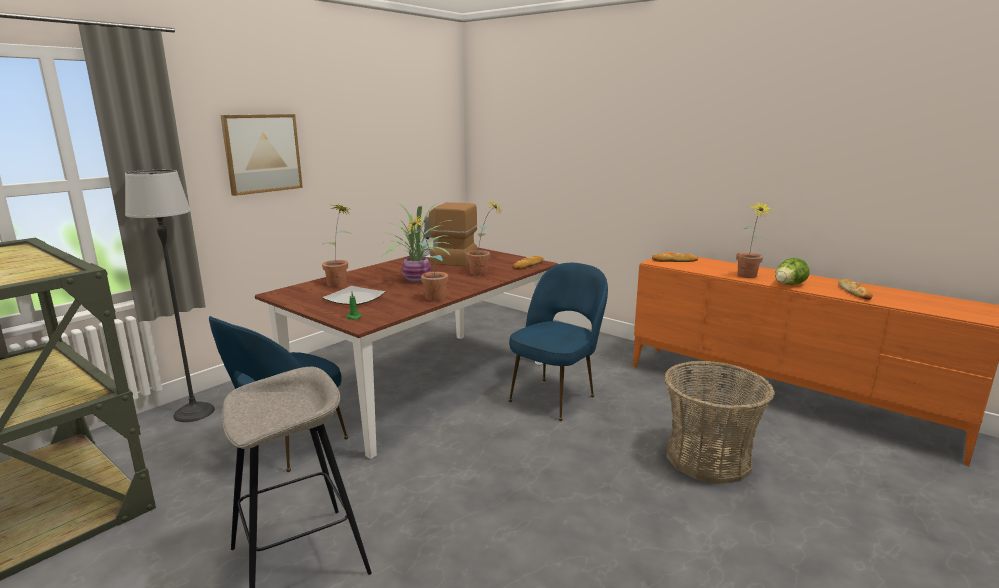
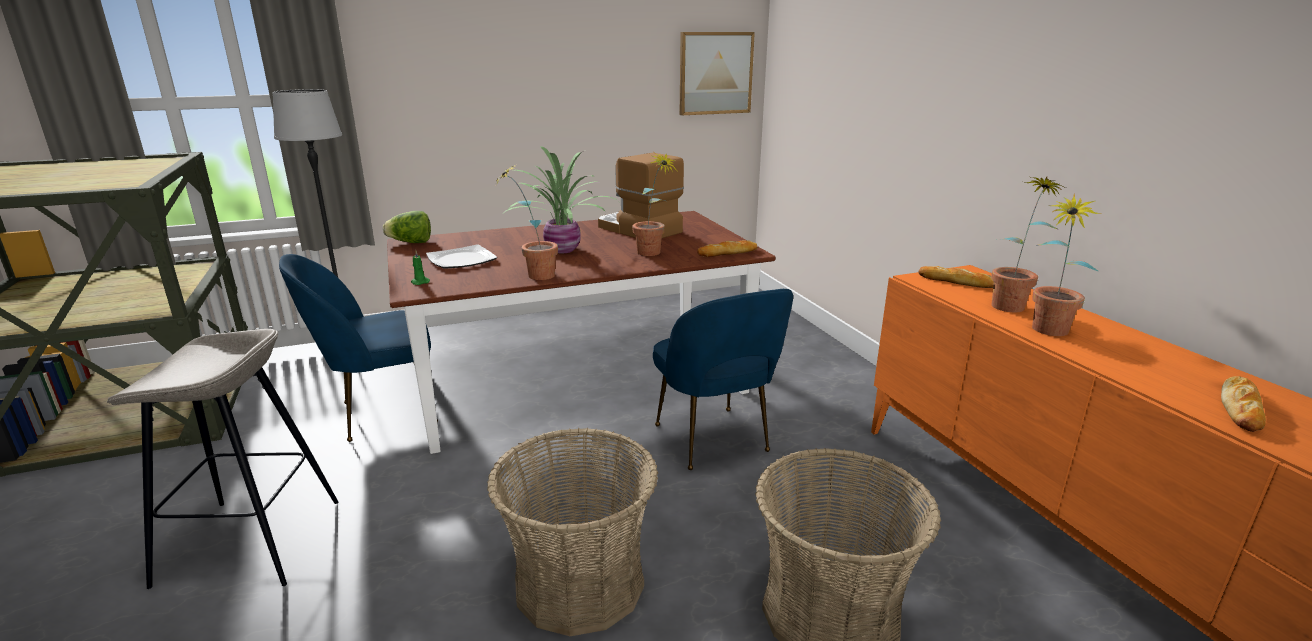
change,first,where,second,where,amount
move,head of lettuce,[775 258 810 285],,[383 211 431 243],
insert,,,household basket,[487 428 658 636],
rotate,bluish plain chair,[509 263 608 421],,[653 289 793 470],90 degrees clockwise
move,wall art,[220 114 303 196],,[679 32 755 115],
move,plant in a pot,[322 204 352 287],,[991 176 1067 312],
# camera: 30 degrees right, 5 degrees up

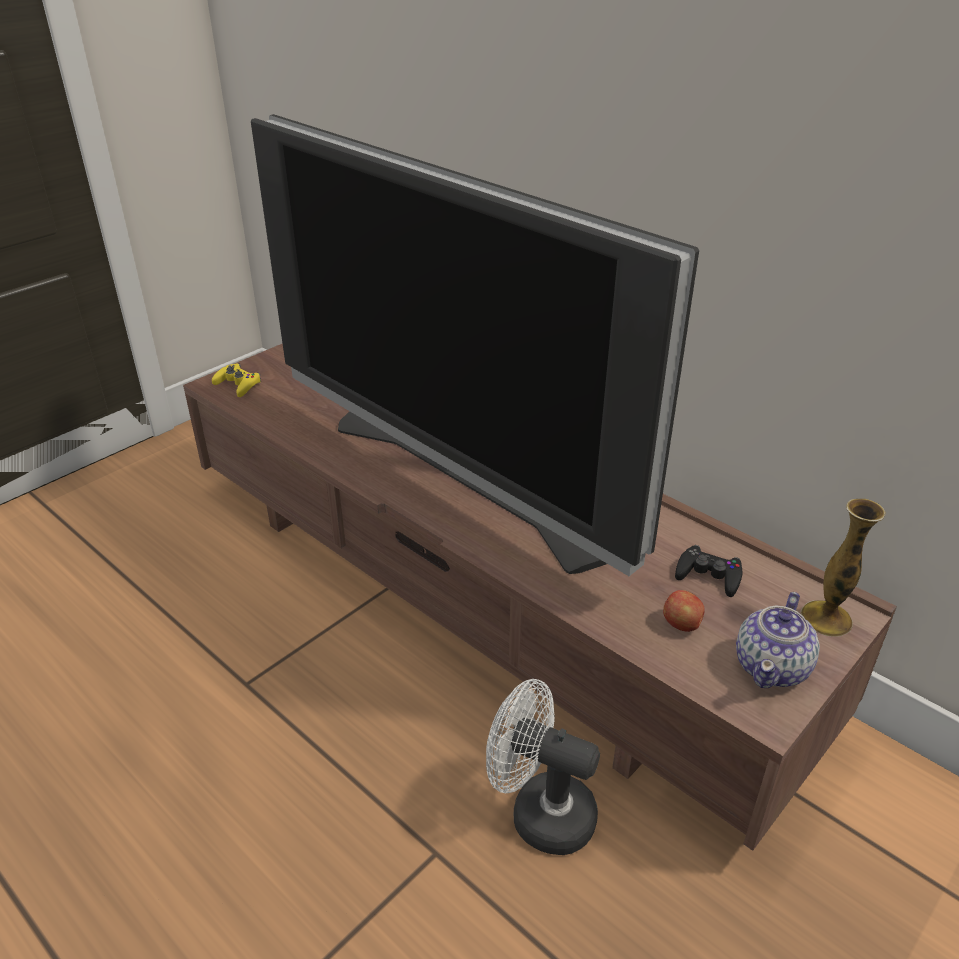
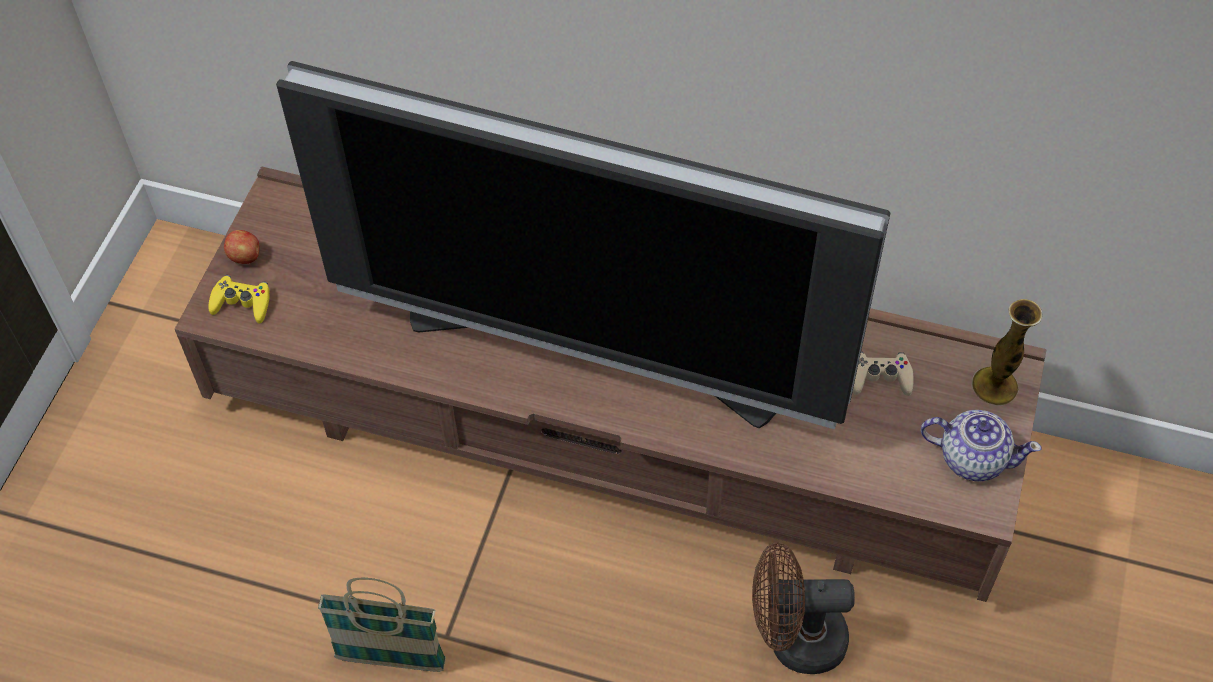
change,first,where,second,where,amount
move,apple fruit,[663 590 705 632],,[224 230 259 264],
insert,,,household basket,[318 578 446 672],
recolor,whitish fan,[486 679 600 855],brownish fan,[752 542 855 674],
recolor,black gamepad,[675 545 743 597],beige gamepad,[853 351 914 396],
rotate,pot for tea,[736 592 820 688],,[921 410 1041 482],75 degrees counterclockwise
# camera: 25 degrees left, 20 degrees up

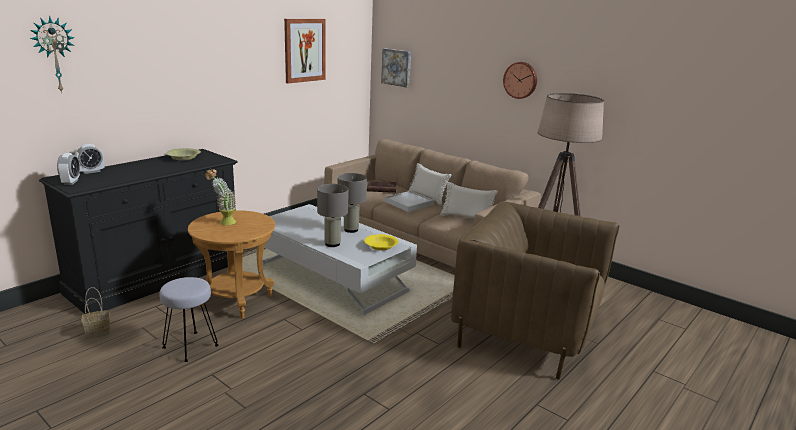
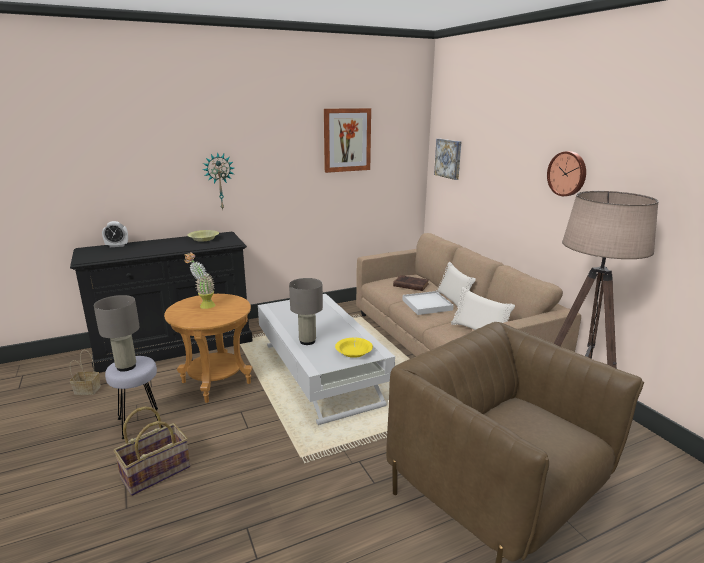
change,first,where,second,where,amount
move,greyish table lamp,[337 173 367 233],,[94 295 140 372],
insert,,,household basket,[113 406 190 496],
move,hanging clock,[30 16 75 93],,[203 152 234 210],
delete,bedside clock,[57 153 80 185],,,
# camera: 25 degrees right, 0 degrees up

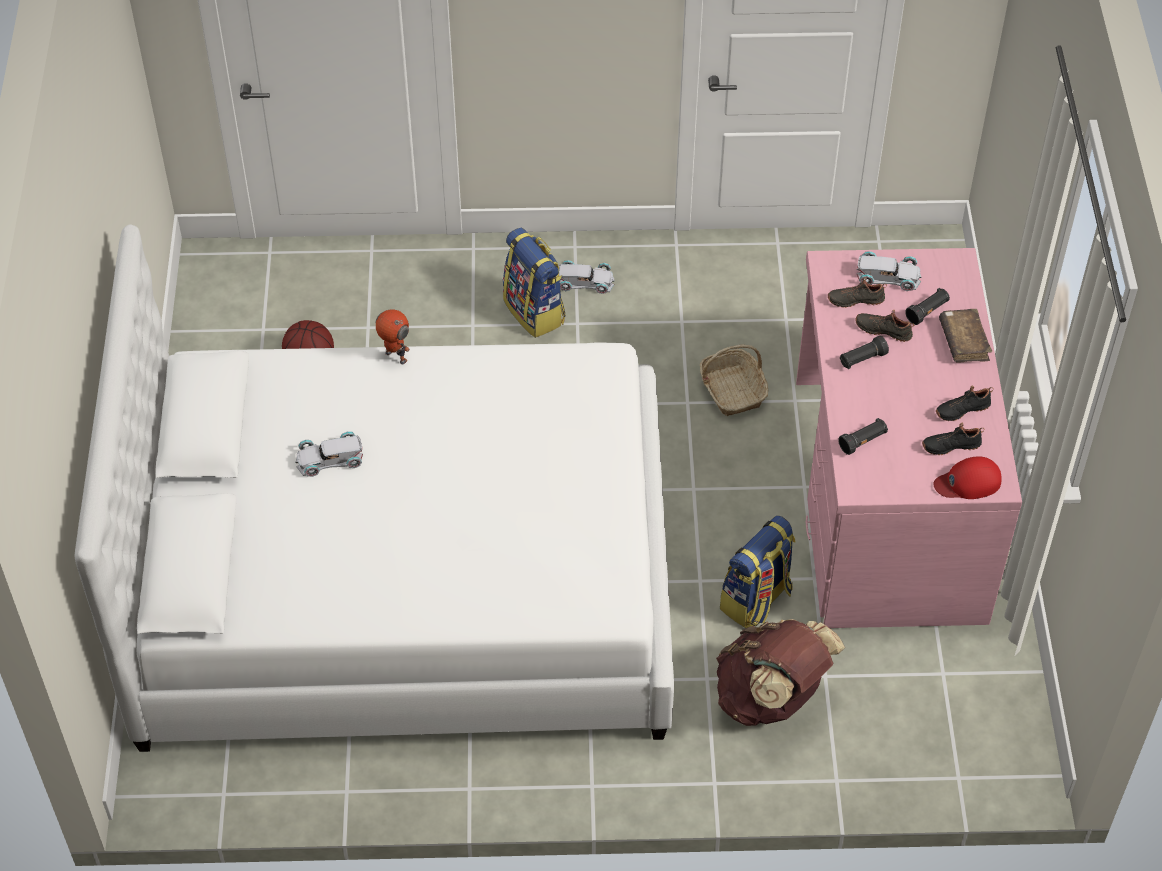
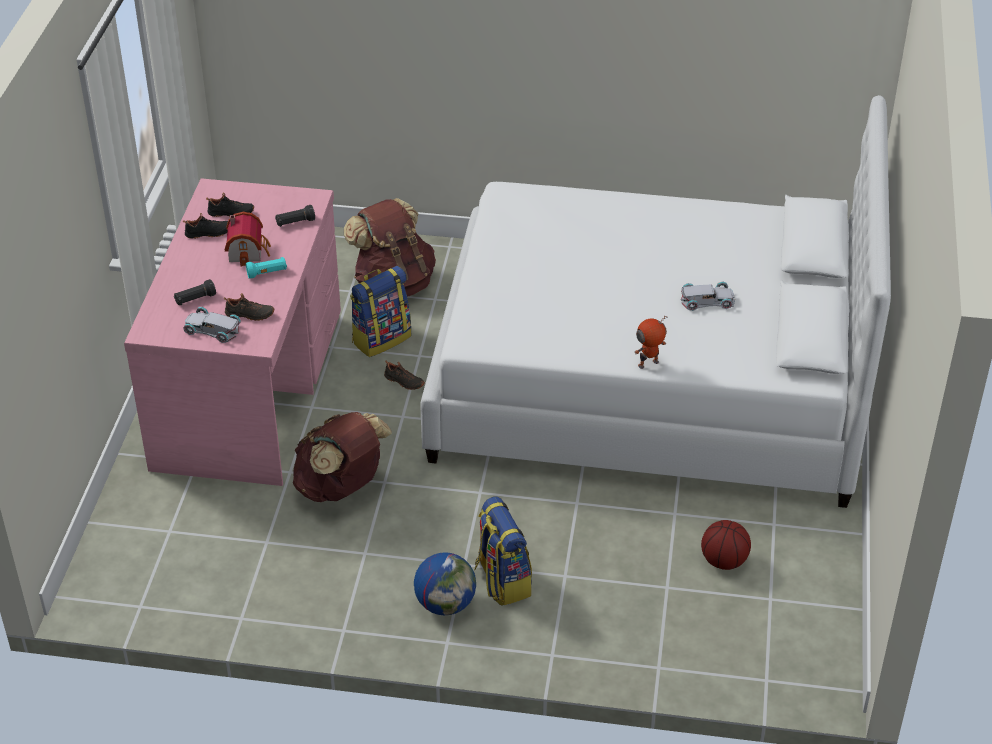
change,first,where,second,where,amount
insert,,,miniature house,[225 212 271 267],
recolor,black hand torch,[840 336 889 369],blue-green hand torch,[246 257 287 279],
replace,household basket,[700 345 768 416],brownish knapsack,[293 412 392 502],
move,black shoe,[856 310 914 342],,[384 361 425 390],
replace,whitish model car,[559 260 615 294],globe,[414 552 476 615],
rotate,model robot,[376 309 410 364],,[635 316 667 369],105 degrees clockwise
delete,red-coloured peaked cap,[933 456 1002 499],,,
delete,brownish bound book,[939 309 992 362],,,
# camera: 170 degrees left, 10 degrees down

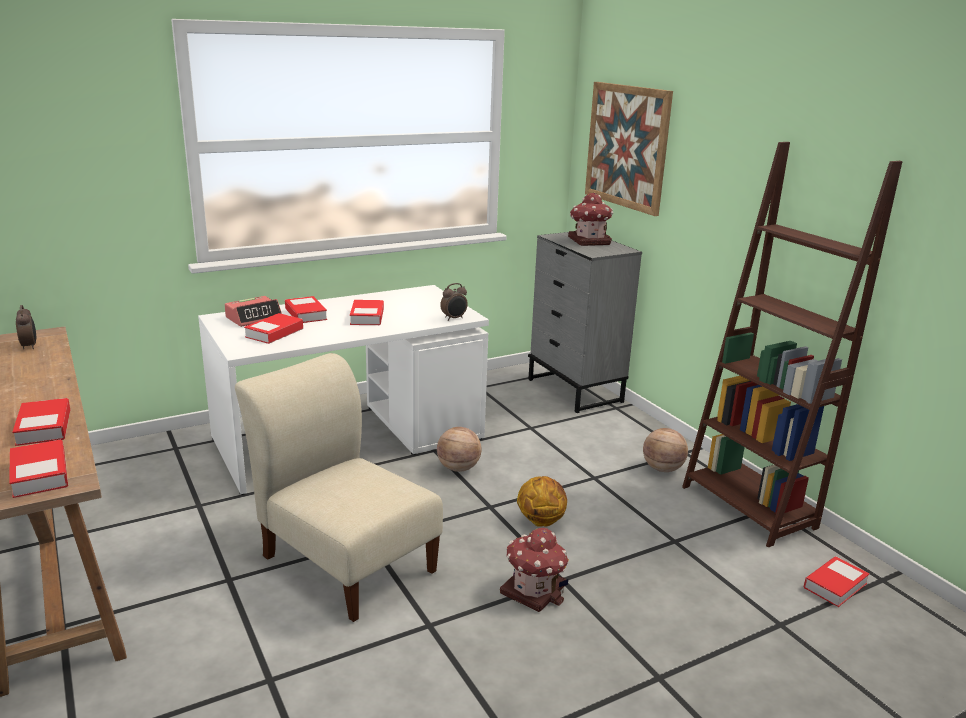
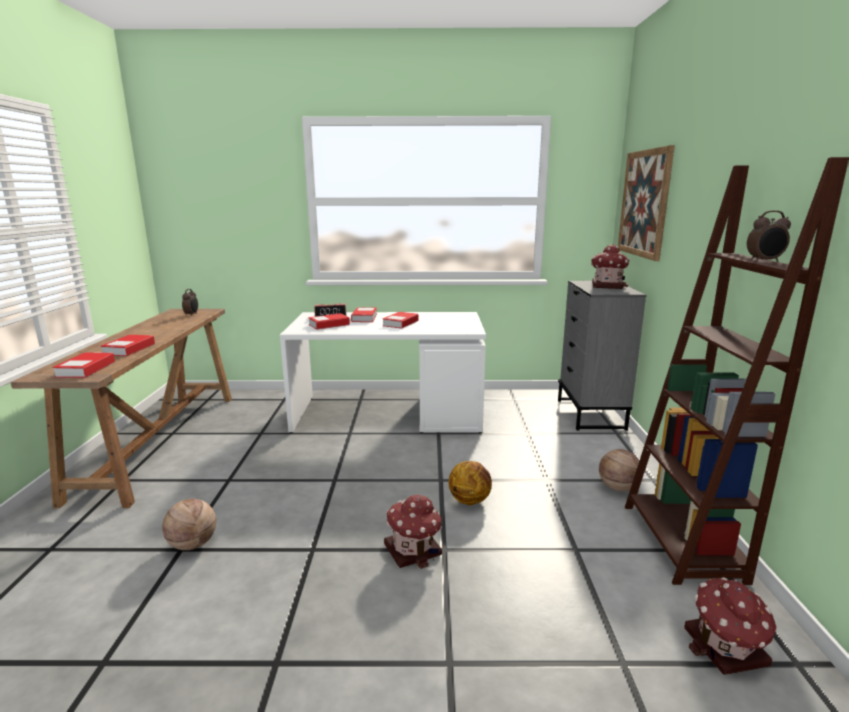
change,first,where,second,where,amount
move,basketball,[437 427 481 472],,[162 499 216 550],
replace,bound book,[804 556 870 607],miniature house,[685 578 777 675],
move,bedside clock,[440 283 468 321],,[747 211 791 262],
delete,beige plain chair,[235 353 443 622],,,
# camera: 30 degrees right, 5 degrees down

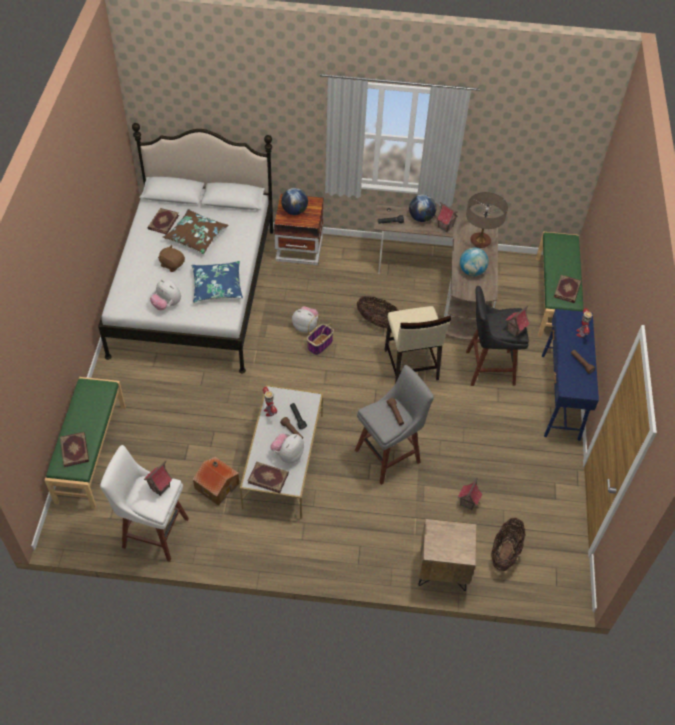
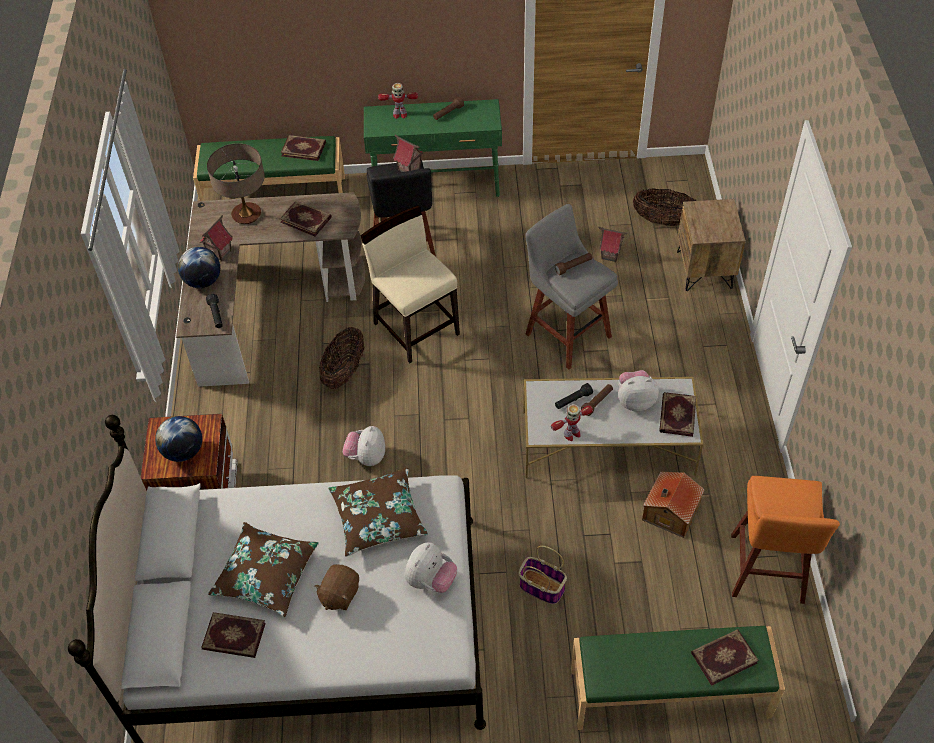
change,first,where,second,where,amount
replace,globe,[460 247 489 276],bound book,[280 201 332 237],
recolor,bluish pillow,[191 261 243 302],brownish pillow,[328 468 428 557],
rotate,beige plain chair,[385 306 451 383],,[360 205 460 363],105 degrees counterclockwise
recolor,bluish hall table,[542 309 599 441],greenish hall table,[364 99 502 197],
move,household basket,[307 315 334 355],,[519 546 567 604],
rotate,cuddly toy,[270 433 304 463],,[618 370 659 412],150 degrees clockwise
recolor,whitish stool seat,[100 445 189 562],orange-coloured stool seat,[731 476 840 604],
delete,miniature house,[144 461 173 496],,,
# camera: 95 degrees left, 0 degrees up

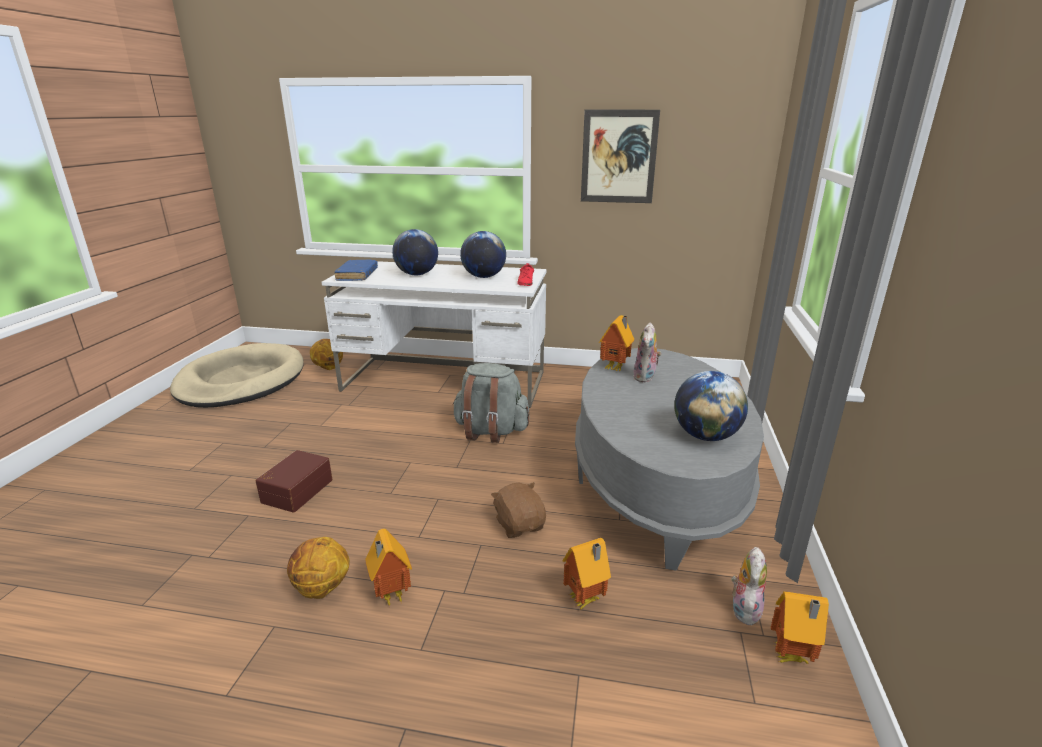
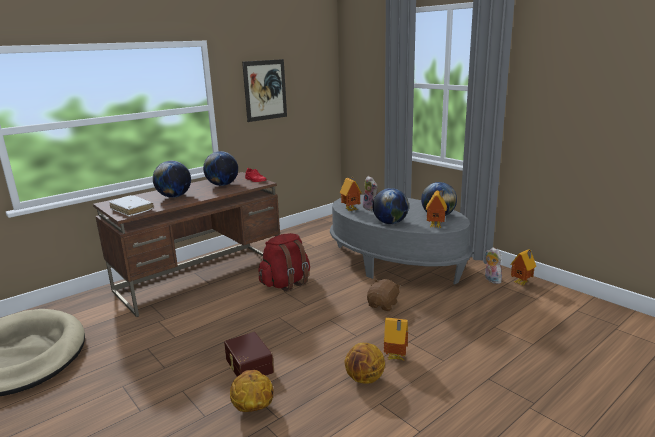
change,first,where,second,where,amount
recolor,whitish desk table,[322 261 547 408],brownish desk table,[93 172 280 317],
recolor,bluish bound book,[334 260 378 281],whitish bound book,[110 195 154 217],
move,basketball,[310 339 343 370],,[230 370 274 412],
recolor,greyish knapsack,[452 363 530 443],red-coloured knapsack,[258 233 310 292],
rotate,brownish cuddly toy,[491 482 546 538],,[367 279 401 311],105 degrees clockwise
insert,,,globe,[373 188 409 224],
move,miniature house,[562 538 611 610],,[426 191 447 228],
# camera: 50 degrees left, 5 degrees down

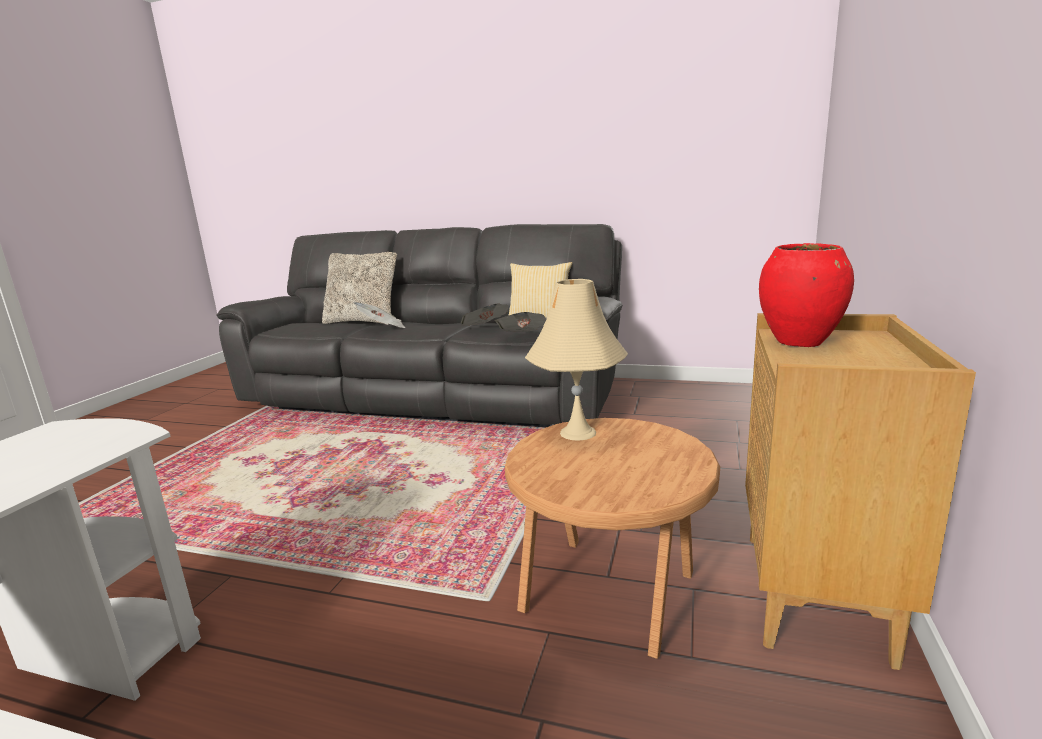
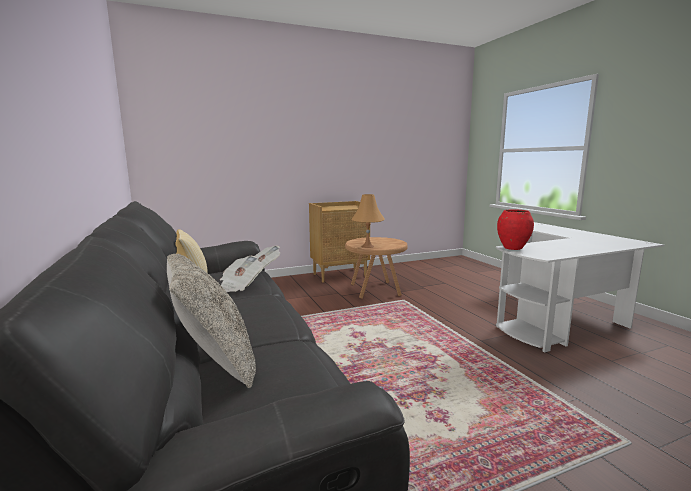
change,first,where,second,where,amount
recolor,beige table lamp,[525 279 628 441],orange-coloured table lamp,[351 194 385 248],
move,red-coloured flower vase,[759 243 854 347],,[497 209 534 250],
delete,newspaper,[352 302 405 328],,,
# camera: 130 degrees left, 5 degrees down

